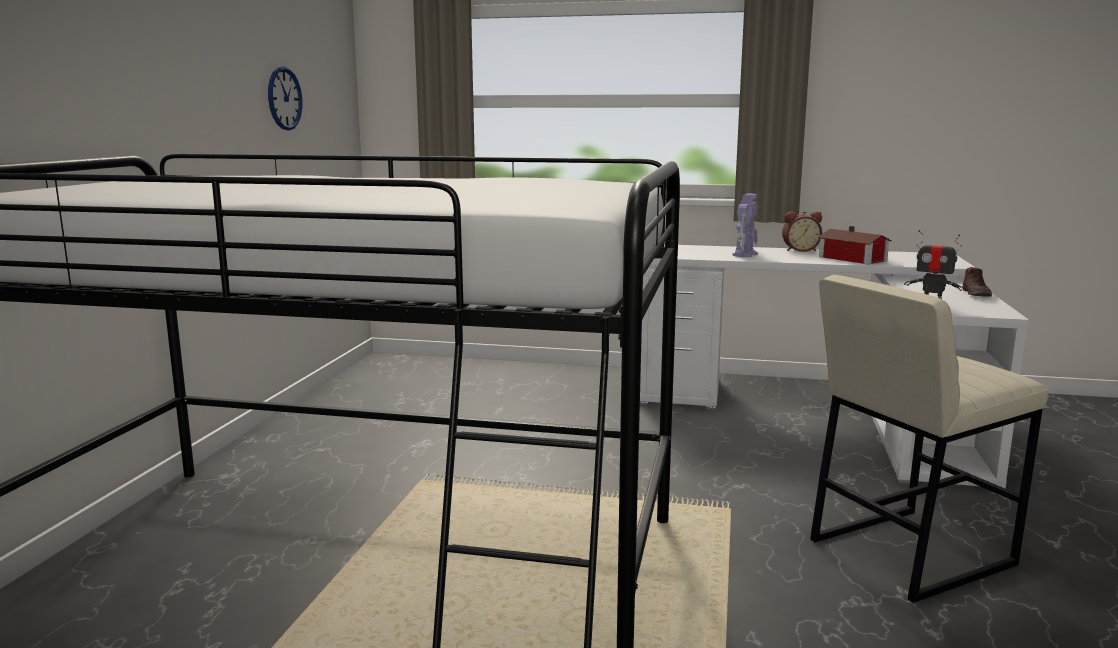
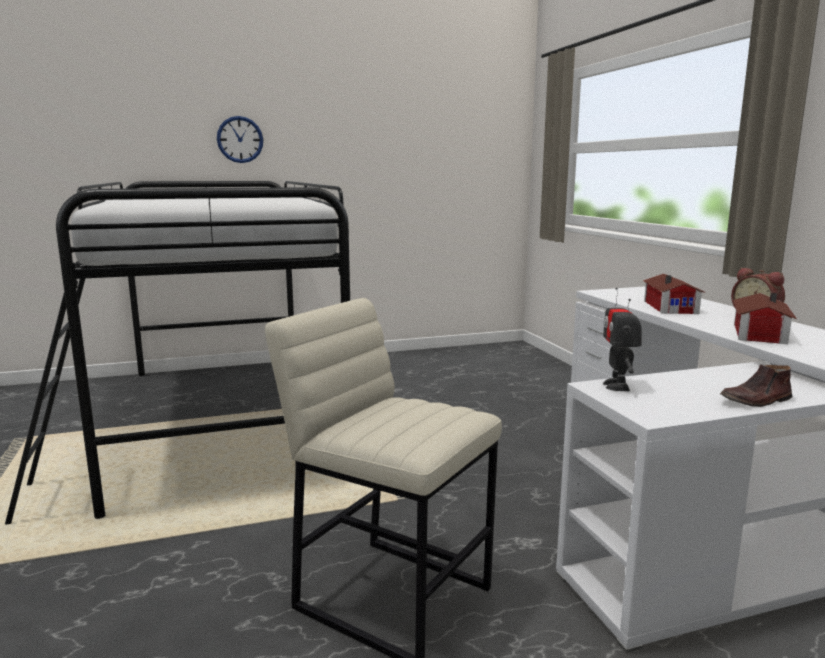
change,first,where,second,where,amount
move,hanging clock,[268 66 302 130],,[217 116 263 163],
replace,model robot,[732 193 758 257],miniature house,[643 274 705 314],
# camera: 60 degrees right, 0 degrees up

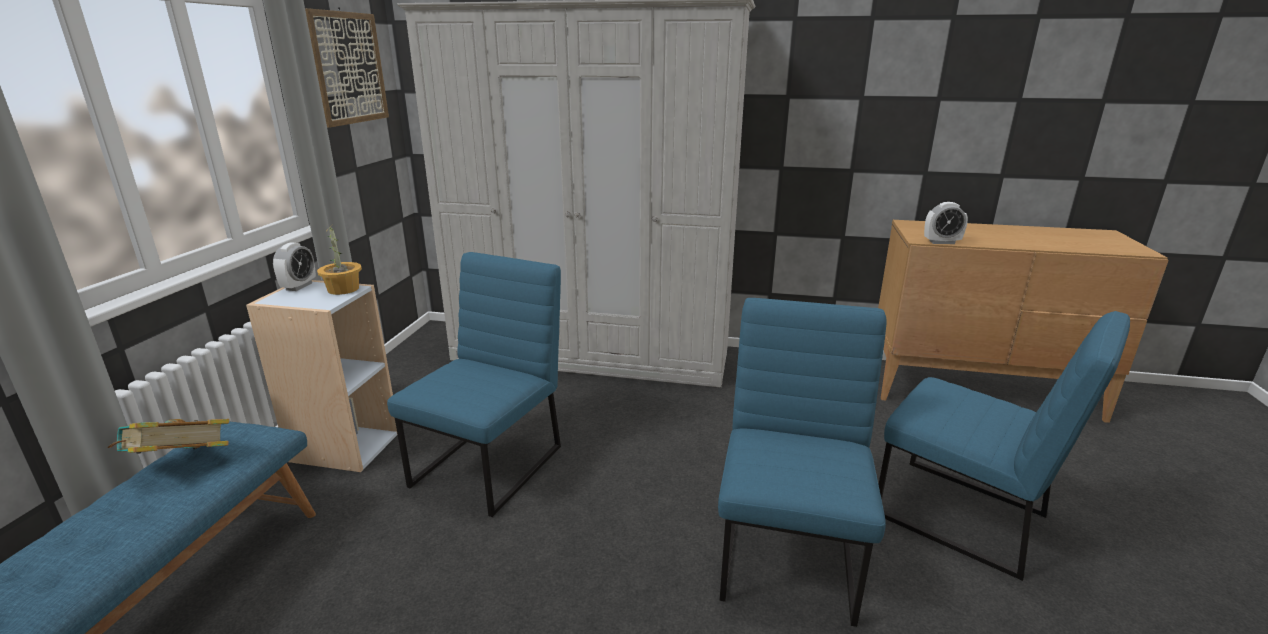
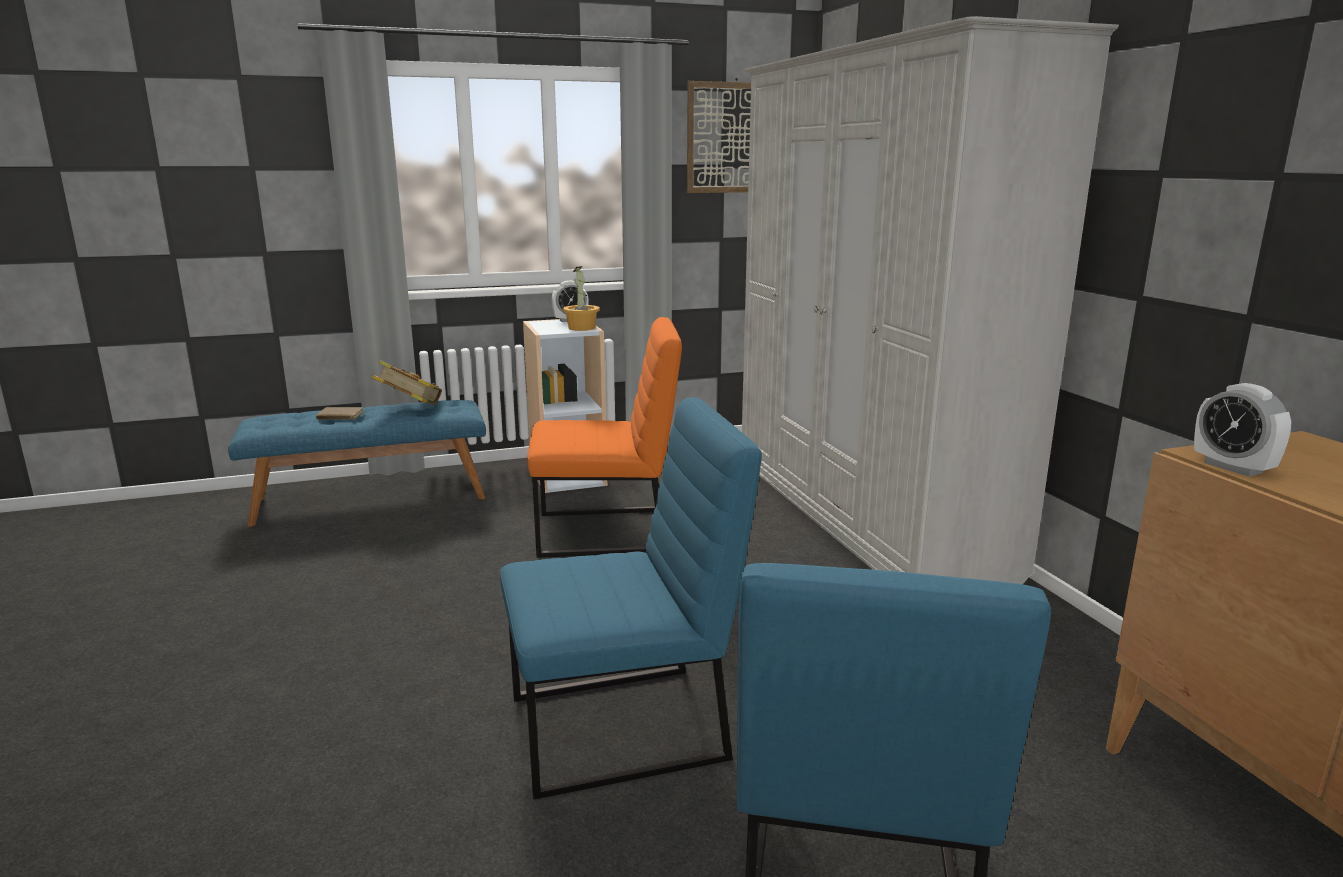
change,first,where,second,where,amount
insert,,,brownish bound book,[316 407 364 420],
recolor,bluish plain chair,[387 252 561 517],orange-coloured plain chair,[528 317 682 558],
# camera: 60 degrees right, 5 degrees down

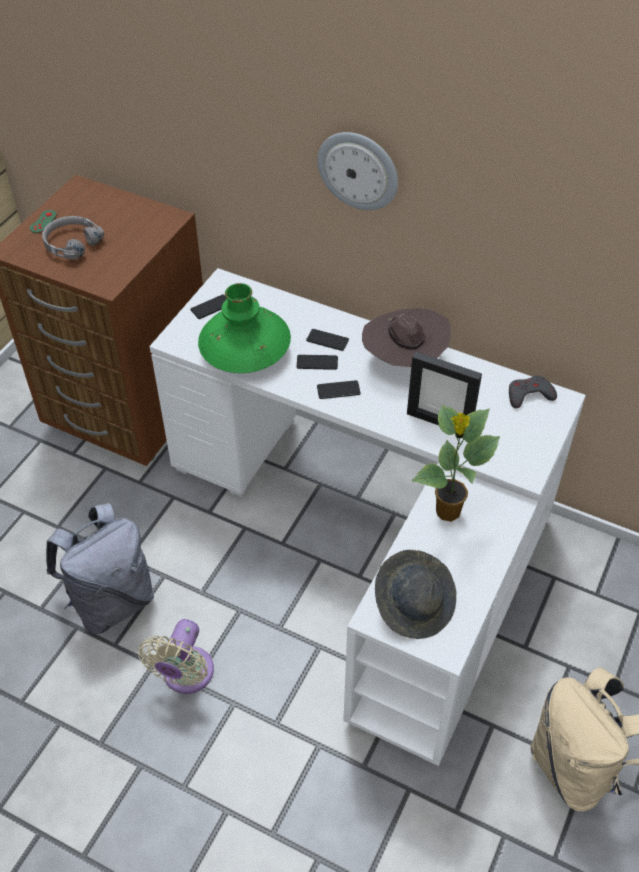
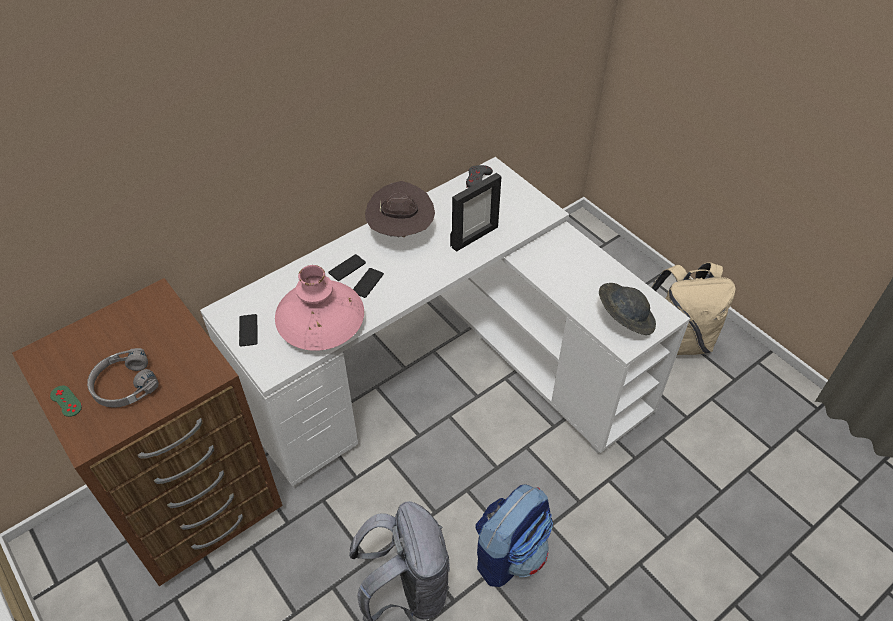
change,first,where,second,where,amount
recolor,greenish flower vase,[198 283 291 373],pink flower vase,[275 265 364 351],
replace,beige fan,[138 619 214 694],knapsack,[475 484 553 587],
delete,handset,[317 380 361 399],,,
delete,hanging clock,[318 132 398 210],,,
delete,plant in a pot,[411 405 500 522],,,
# camera: 65 degrees left, 0 degrees up

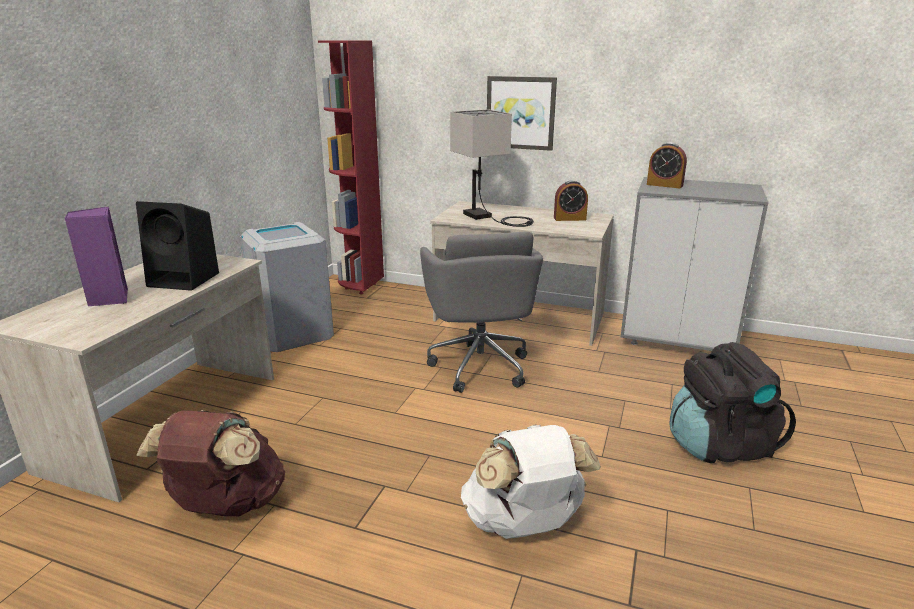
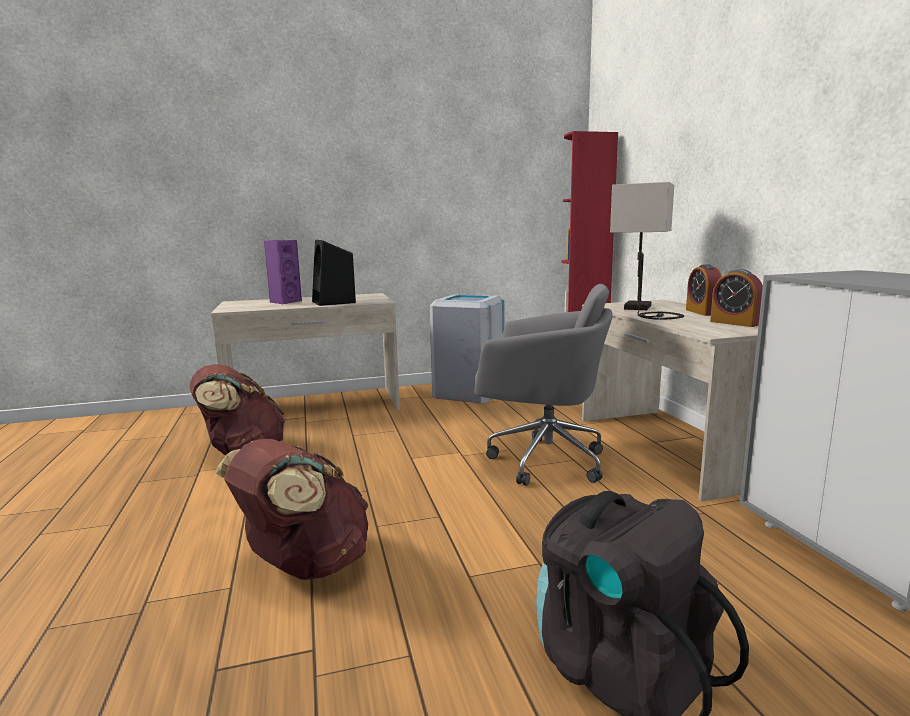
change,first,where,second,where,amount
recolor,whitish knapsack,[461 424 601 539],brownish knapsack,[215 439 369 580],
rotate,greyish computer chair,[420 232 543 393],,[475 284 613 486],120 degrees counterclockwise
move,bedside clock,[647 143 687 188],,[686 264 722 316],
delete,wall art,[487 76 557 151],,,
# camera: 55 degrees right, 10 degrees down

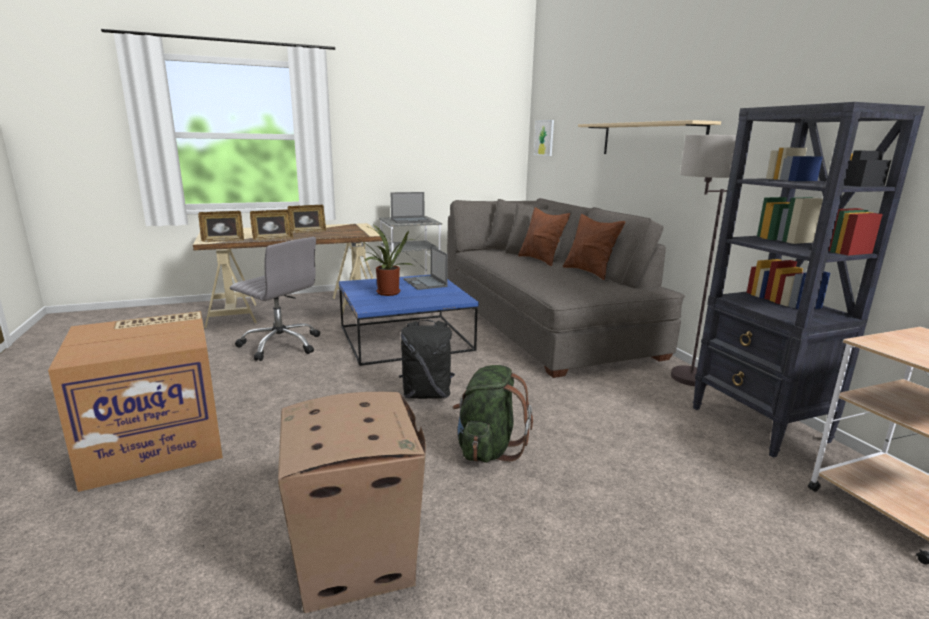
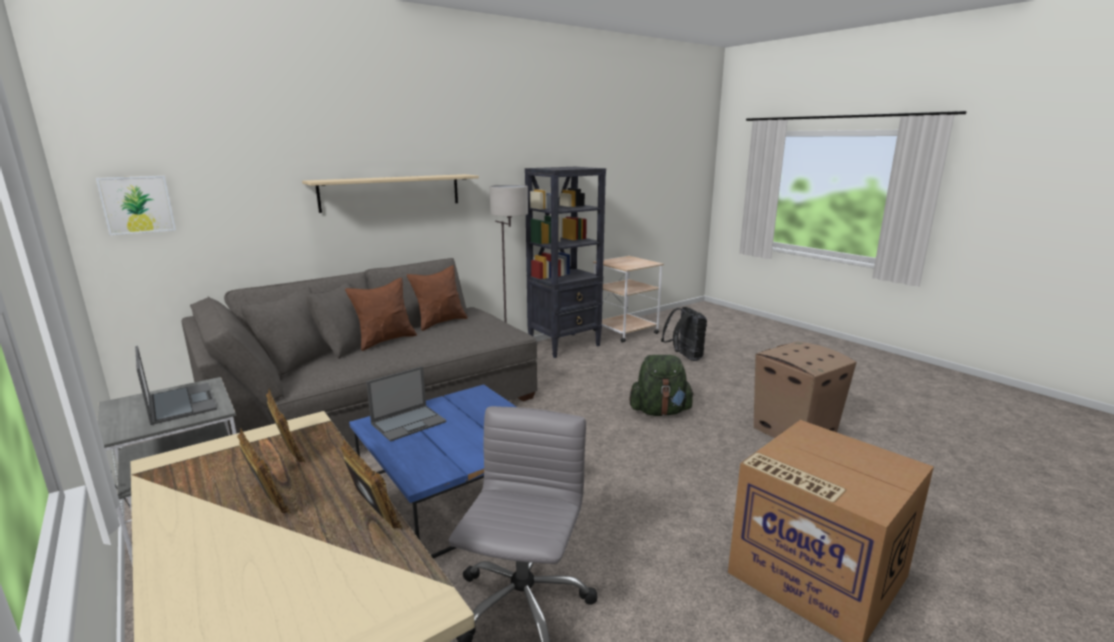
change,first,where,second,where,amount
move,standing frame,[198 211 244 242],,[266 388 305 463],
move,black knapsack,[399 320 455 399],,[661 307 707 361],
delete,plant in a pot,[356 225 415 296],,,
# camera: 105 degrees left, 0 degrees up

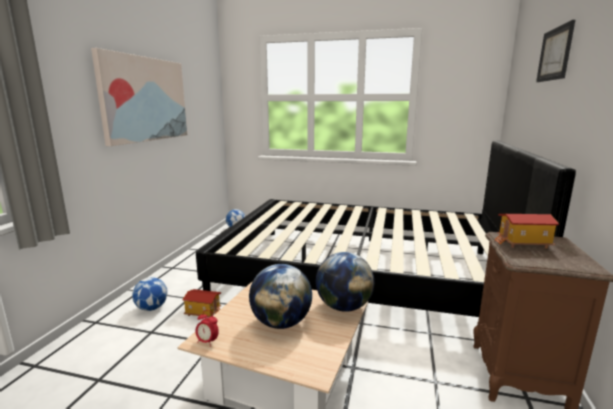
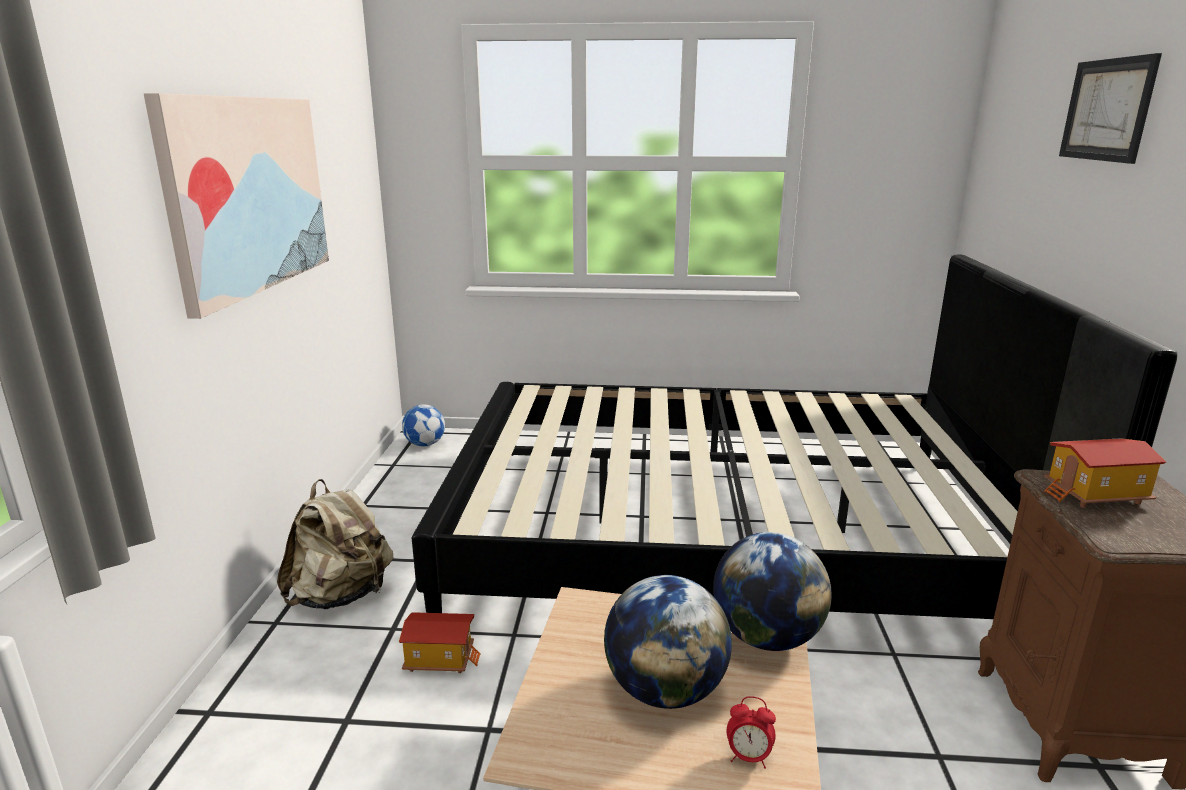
change,first,where,second,where,amount
insert,,,beige knapsack,[277 479 393 609],
move,bedside clock,[195 310 219 347],,[726 696 776 769],
delete,football ball,[132 277 168 311],,,
# camera: 10 degrees left, 5 degrees up

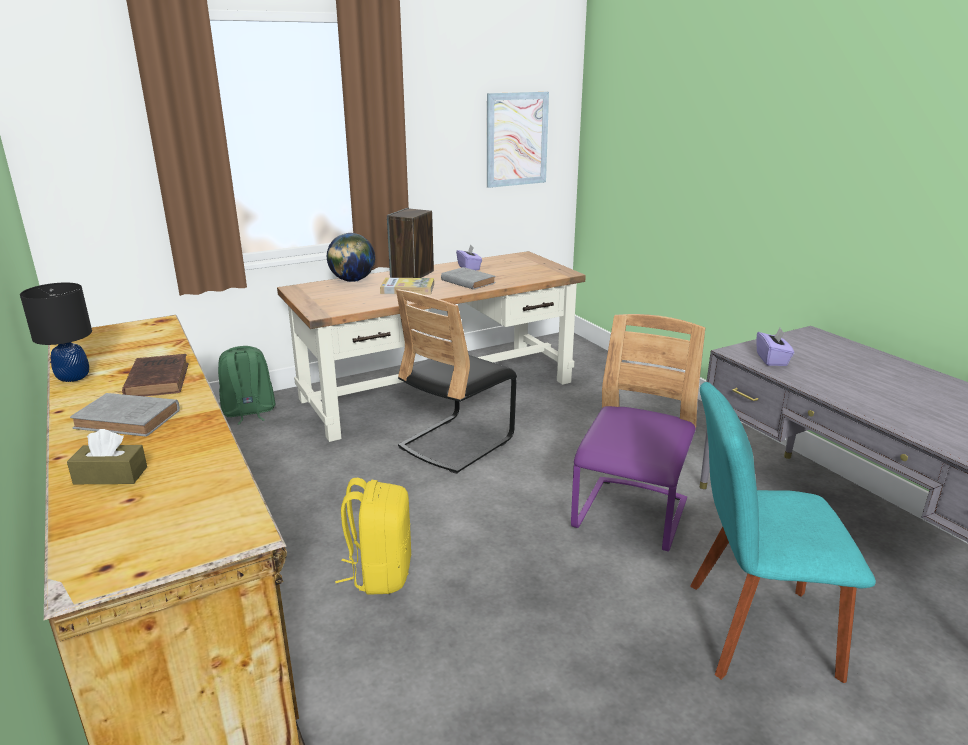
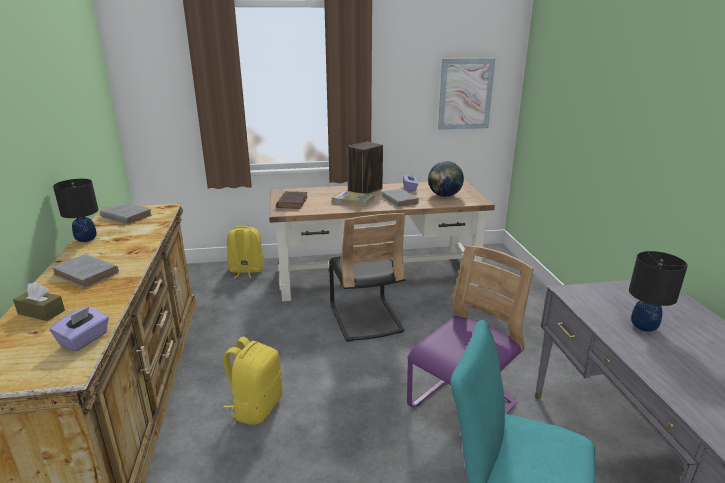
change,first,where,second,where,amount
move,purplish tissue holder,[756 328 794 366],,[50 306 109 351],
insert,,,greyish bound book,[100 203 152 224],
recolor,greenish knapsack,[218 346 275 425],yellow knapsack,[227 226 264 279],
move,brownish bound book,[122 354 189 396],,[276 191 308 209],
rotate,black plain chair,[396 289 517 474],,[329 213 405 342],75 degrees counterclockwise
move,globe,[327 233 375 282],,[428 161 464 197],
insert,,,black table lamp,[629 251 688 332],
# camera: 20 degrees right, 0 degrees up

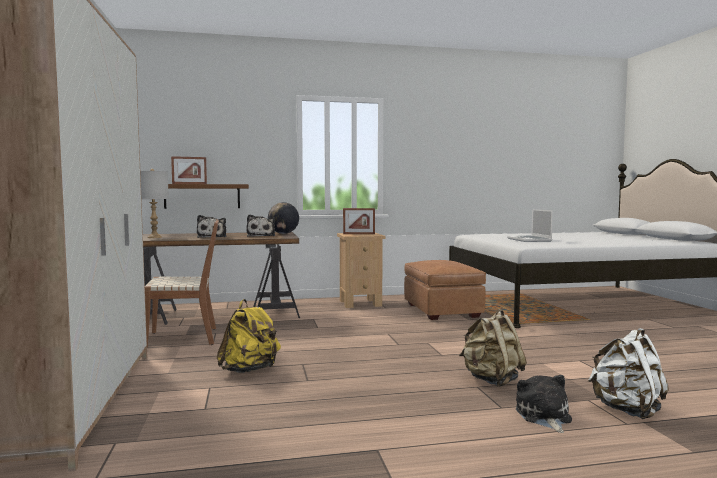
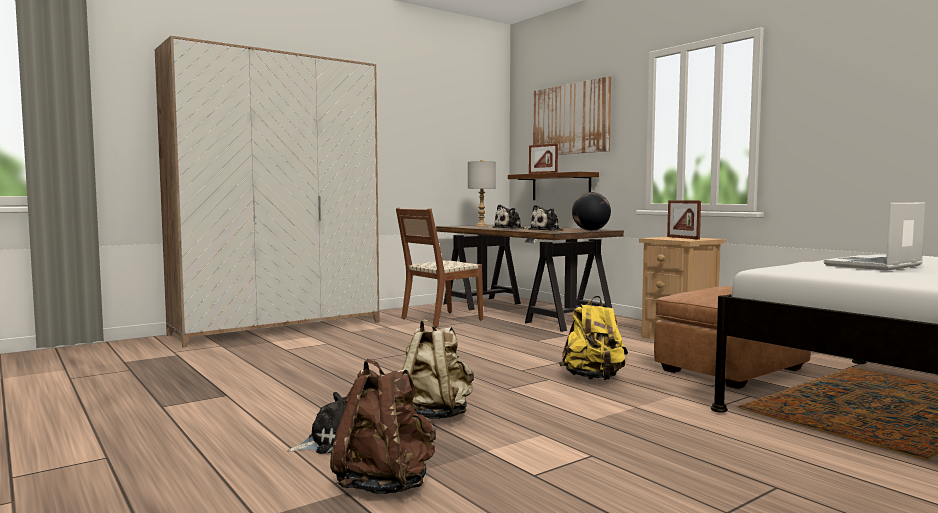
change,first,where,second,where,amount
recolor,whitish knapsack,[588 328 669 419],brownish knapsack,[330 359 436 494],
rotate,plain chair,[145 219 219 348],,[396 208 483 328],90 degrees clockwise
insert,,,wall art,[533 76 611 155],
move,yellow knapsack,[217 299 281 373],,[559 296 628 380],
# camera: 65 degrees right, 0 degrees up

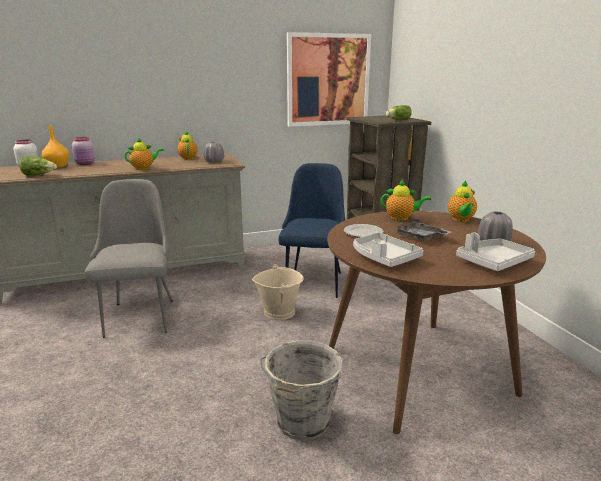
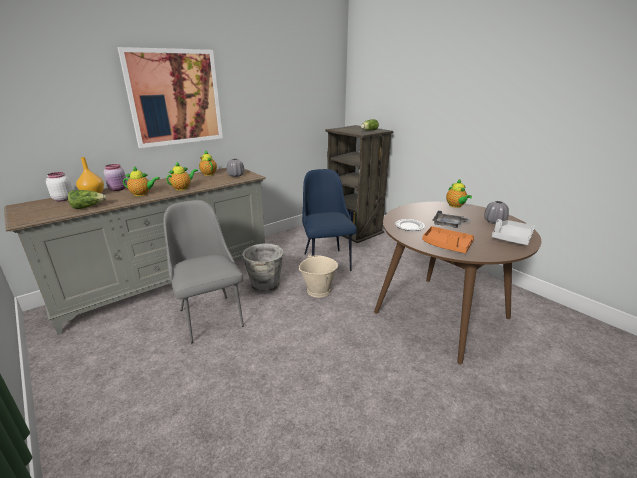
change,first,where,second,where,amount
move,wall art,[287 32 371 127],,[117 47 223 148],
move,pot for tea,[381 179 431 220],,[123 167 160 196],
move,greyish bucket,[260 340 343 441],,[240 243 284 293],
recolor,greyish tray,[353 232 423 267],orange-coloured tray,[422 226 474 253],
# camera: 20 degrees left, 5 degrees up

